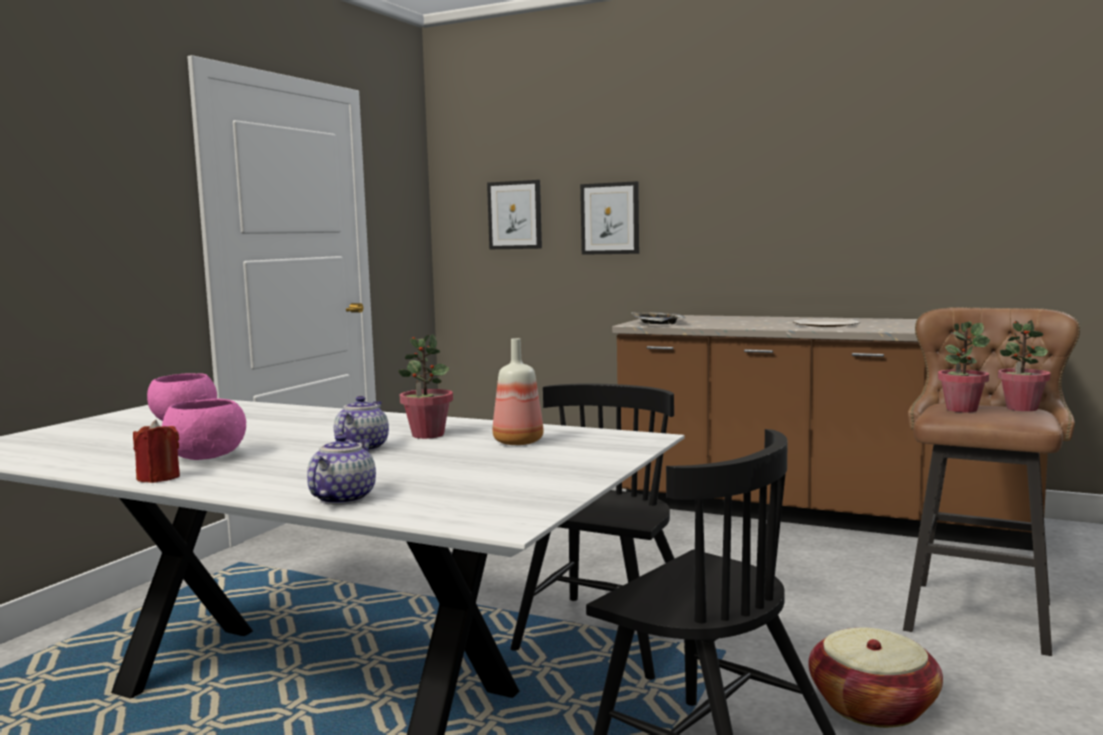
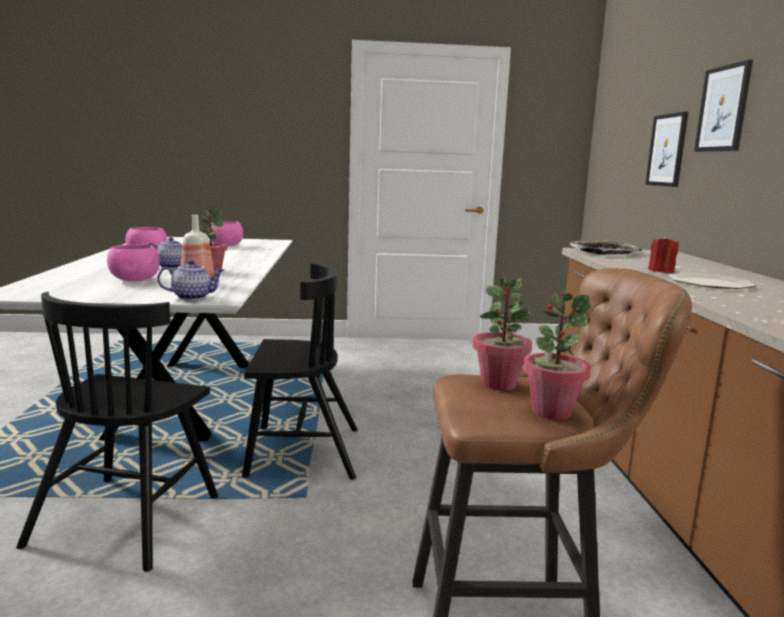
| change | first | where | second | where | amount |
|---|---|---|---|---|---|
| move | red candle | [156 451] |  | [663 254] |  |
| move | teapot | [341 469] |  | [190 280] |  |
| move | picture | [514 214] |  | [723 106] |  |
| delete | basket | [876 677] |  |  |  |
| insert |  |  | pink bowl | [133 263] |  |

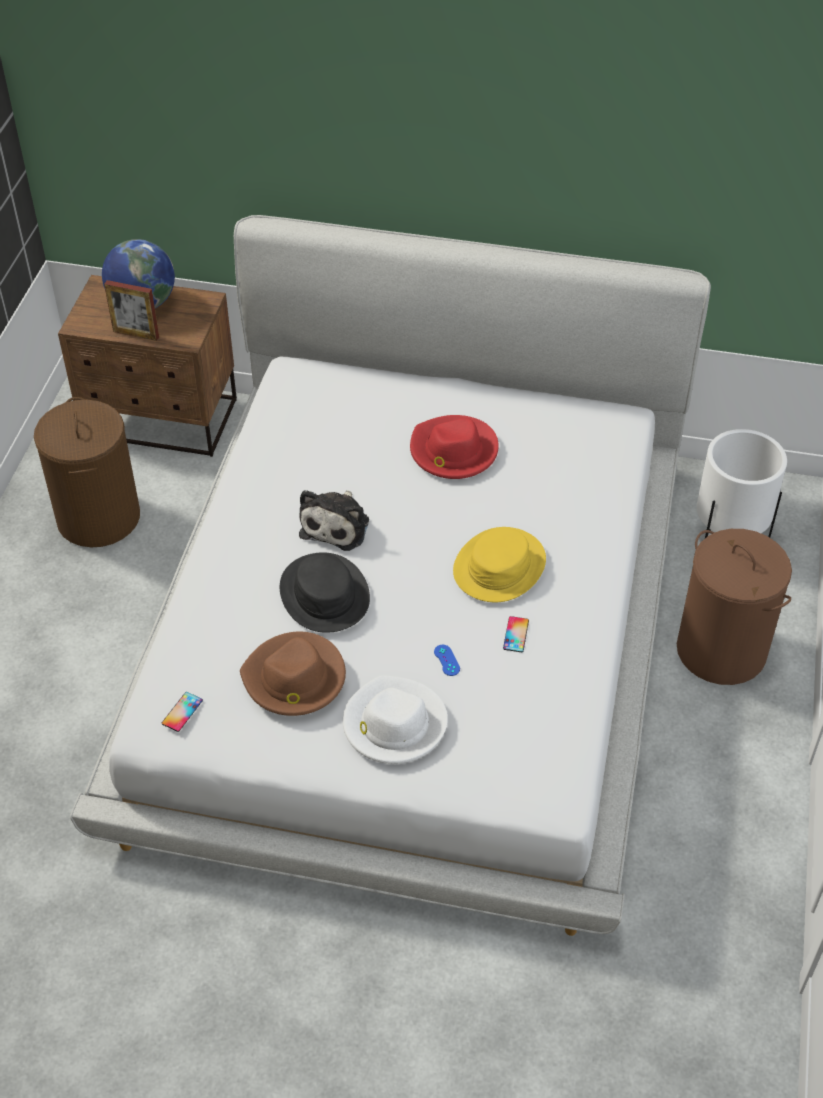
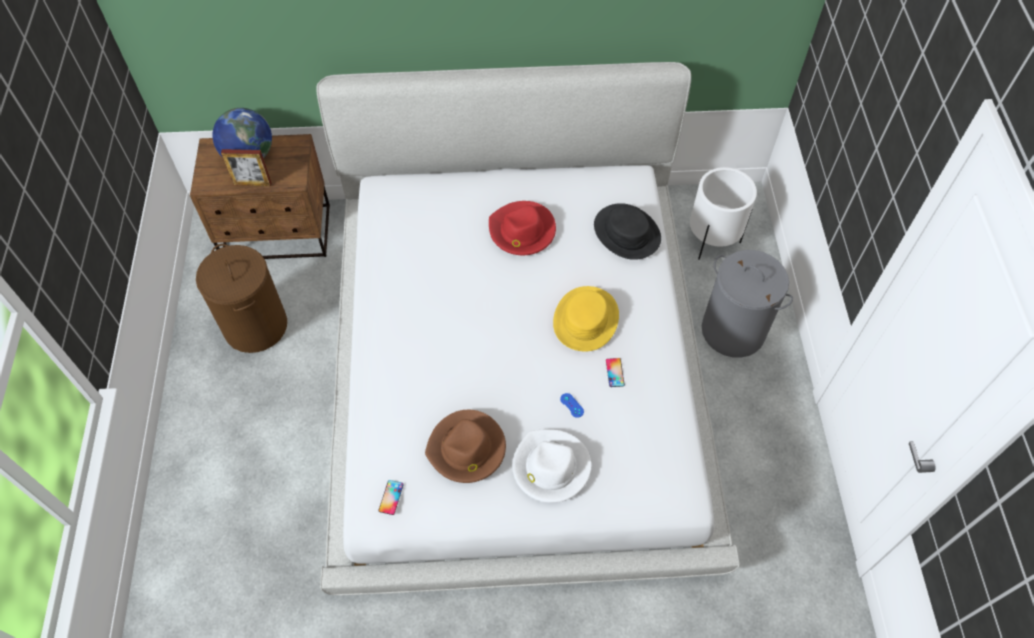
| change | first | where | second | where | amount |
|---|---|---|---|---|---|
| move | black hat | [325 593] |  | [627 231] |  |
| delete | plush toy | [334 520] |  |  |  |
| recolor | brown laundry basket | [734 607] | grey laundry basket | [747 304] |  |

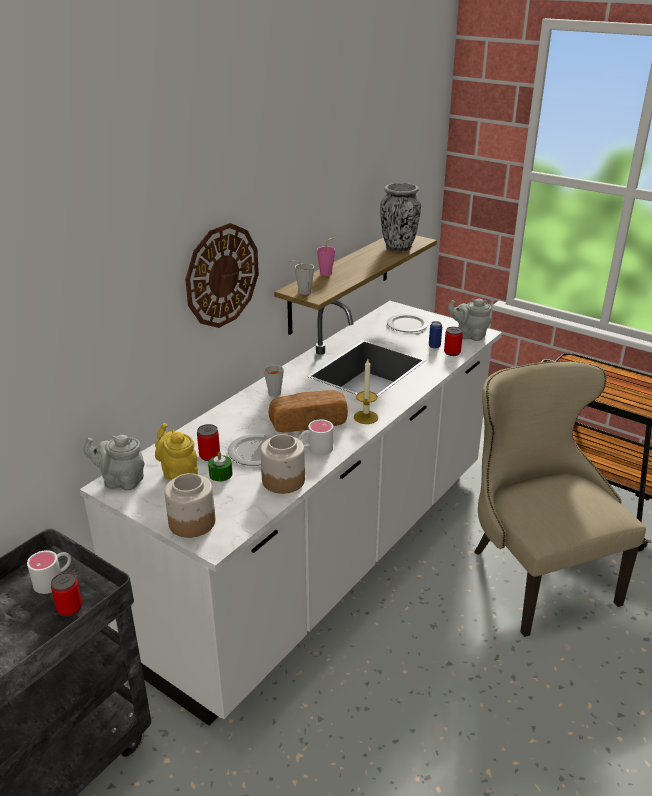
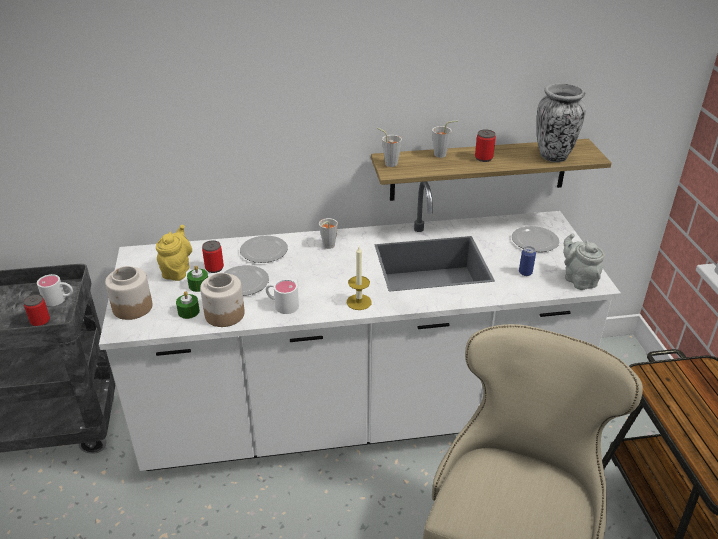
| change | first | where | second | where | amount |
|---|---|---|---|---|---|
| delete | grey teapot | [113 463] |  |  |  |
| delete | wall clock | [222 275] |  |  |  |
| delete | bread | [308 411] |  |  |  |
| recolor | pink cup | [326 256] | grey cup | [445 139] |  |
| move | can | [453 341] |  | [485 145] |  |
| insert |  |  | green candle | [188 305] |  |
| insert |  |  | plate | [264 249] |  |

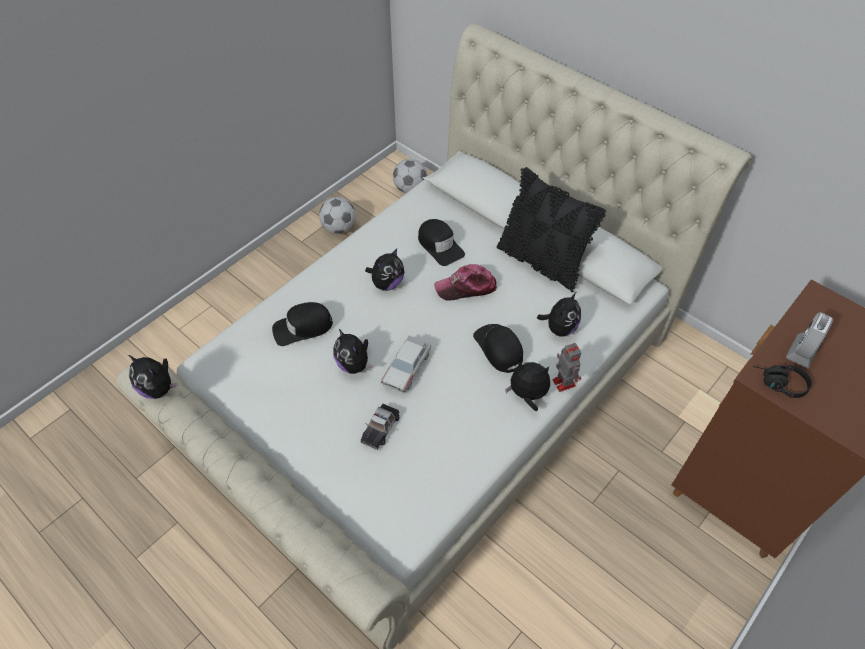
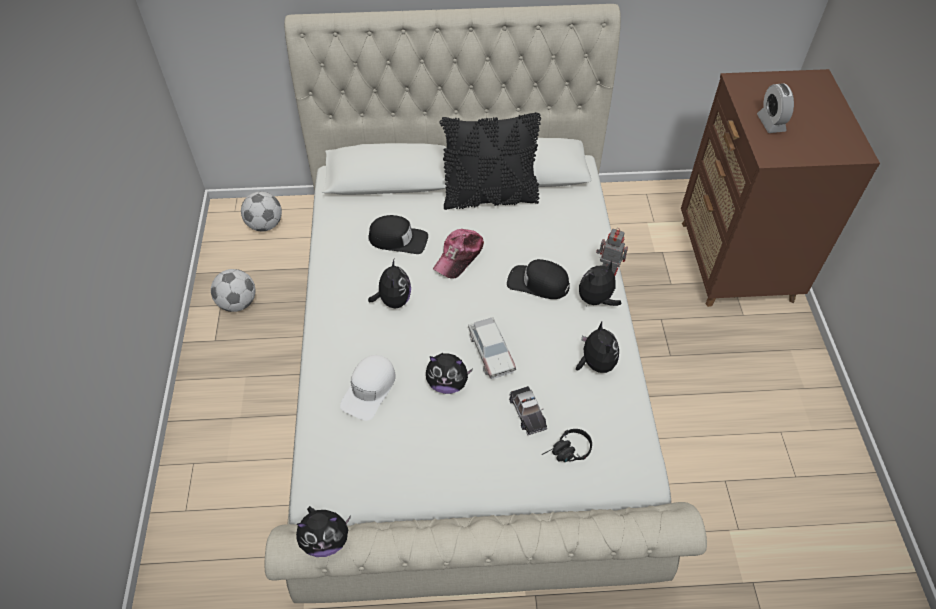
| change | first | where | second | where | amount |
|---|---|---|---|---|---|
| recolor | black cap | [302 324] | white cap | [368 388] |  |
| move | plush toy | [559 314] |  | [597 347] |  |
| move | black headphones | [782 381] |  | [567 445] |  |

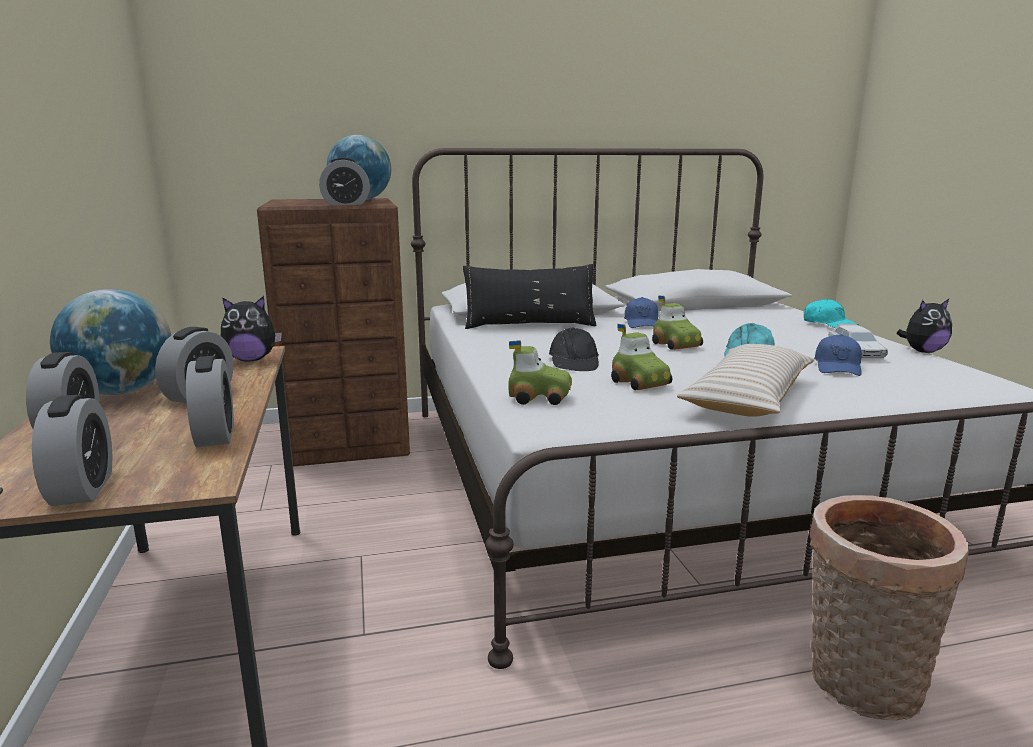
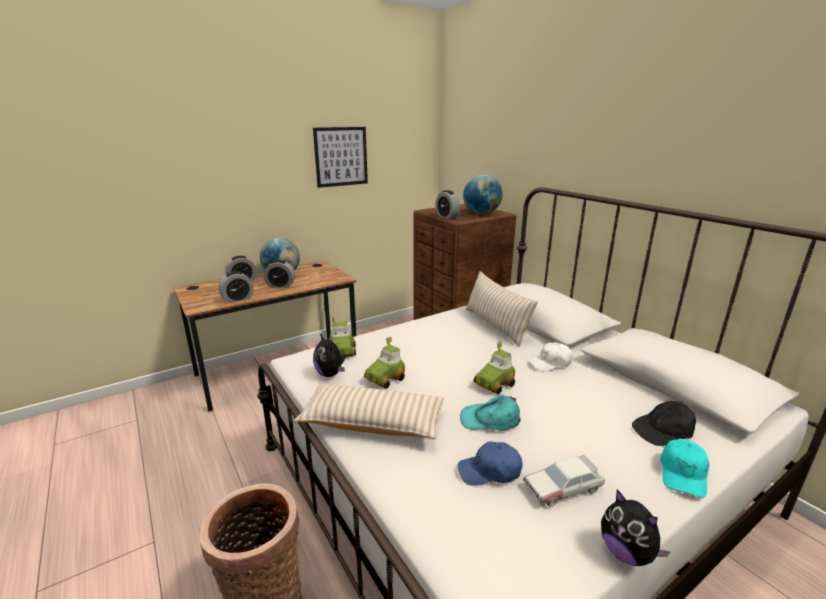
| change | first | where | second | where | amount |
|---|---|---|---|---|---|
| delete | alarm clock | [72 450] |  |  |  |
| move | plush toy | [251 328] |  | [329 355] |  |
| recolor | black pillow | [529 296] | beige pillow | [501 309] |  |
| move | black cap | [574 349] |  | [664 423] |  |
| recolor | blue cap | [641 312] | white cap | [551 357] |  |
| insert |  |  | picture | [340 157] |  |

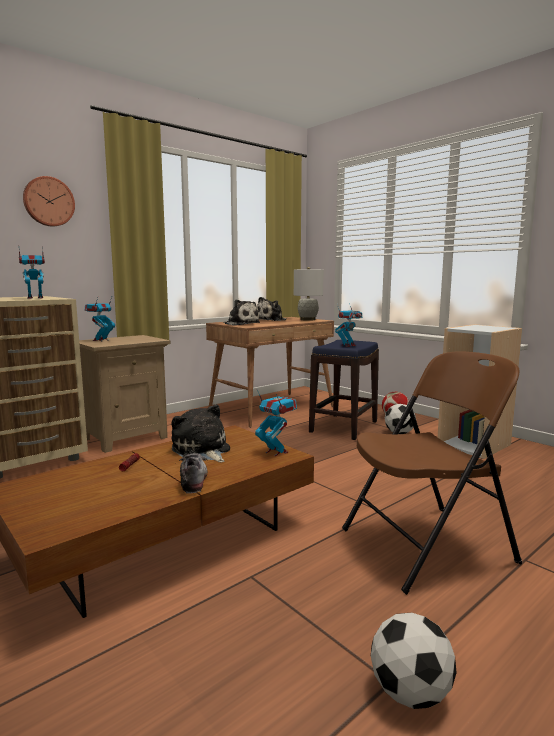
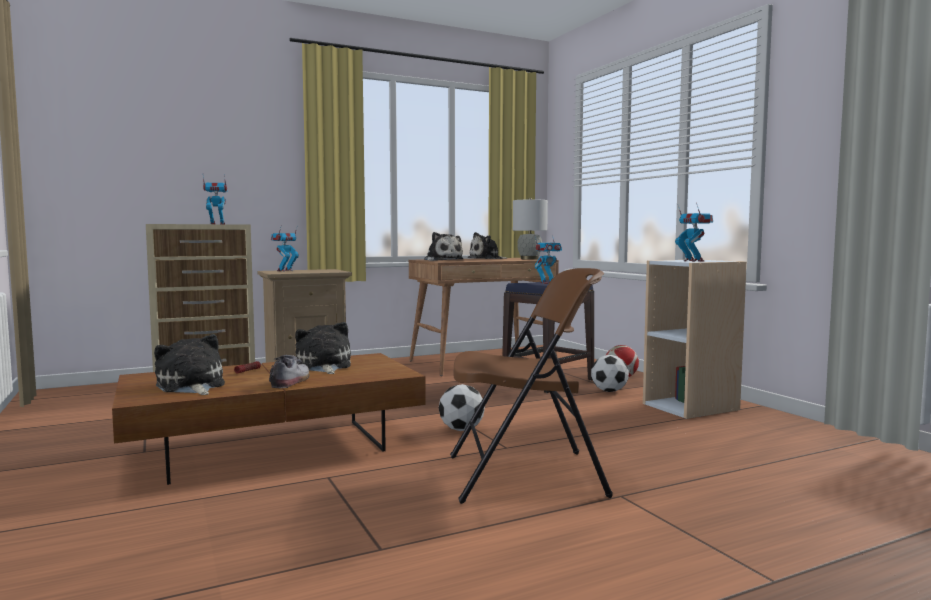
| change | first | where | second | where | amount |
|---|---|---|---|---|---|
| delete | wall clock | [49 201] |  |  |  |
| move | toy robot | [276 423] |  | [694 232] |  |
| move | football | [414 661] |  | [462 407] |  |
| insert |  |  | plush toy | [189 364] |  |

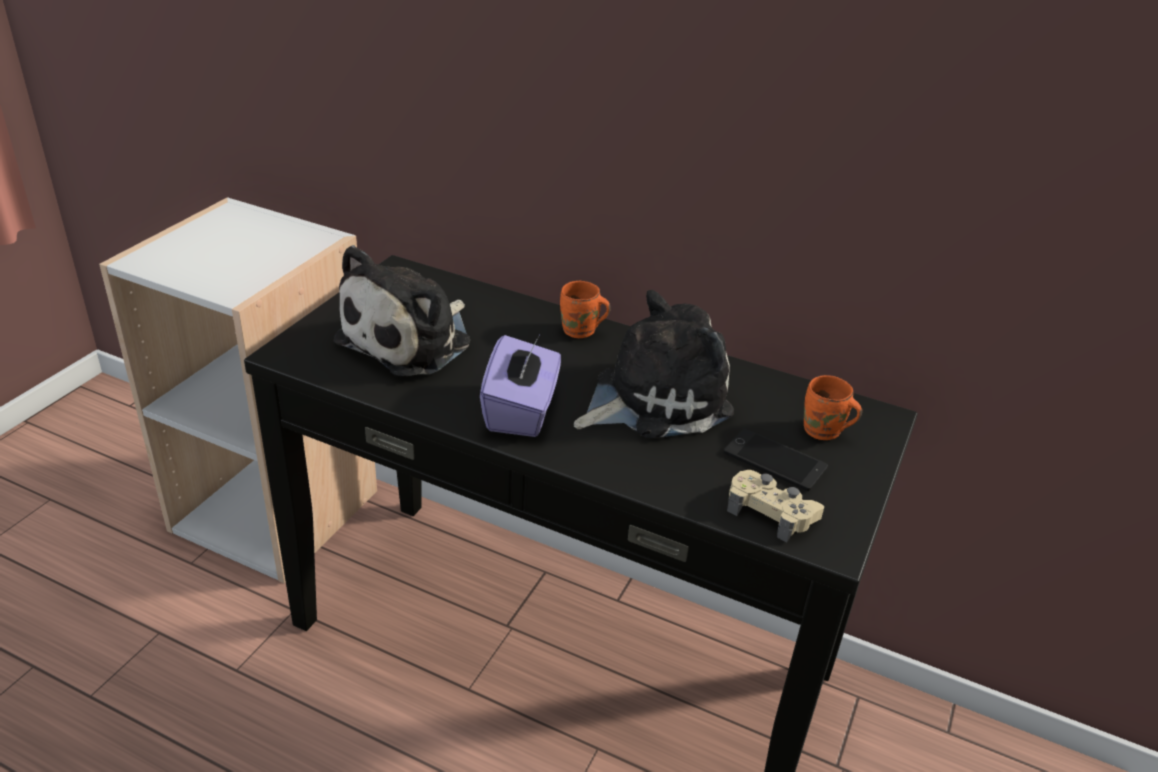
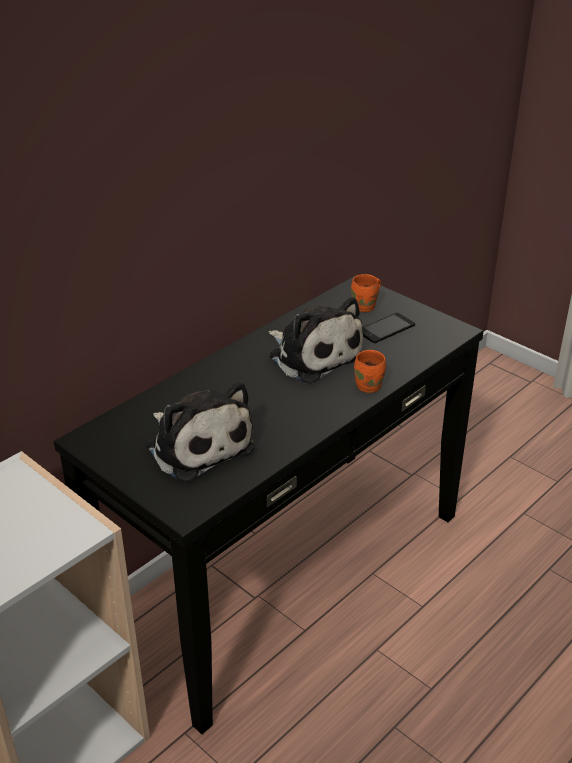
| change | first | where | second | where | amount |
|---|---|---|---|---|---|
| delete | purple tissue box | [520 386] |  |  |  |
| move | orange mug | [585 309] |  | [370 371] |  |
| rotate | plush toy | [654 364] |  | [316 340] | 150 degrees clockwise |
| delete | beige game controller | [775 506] |  |  |  |

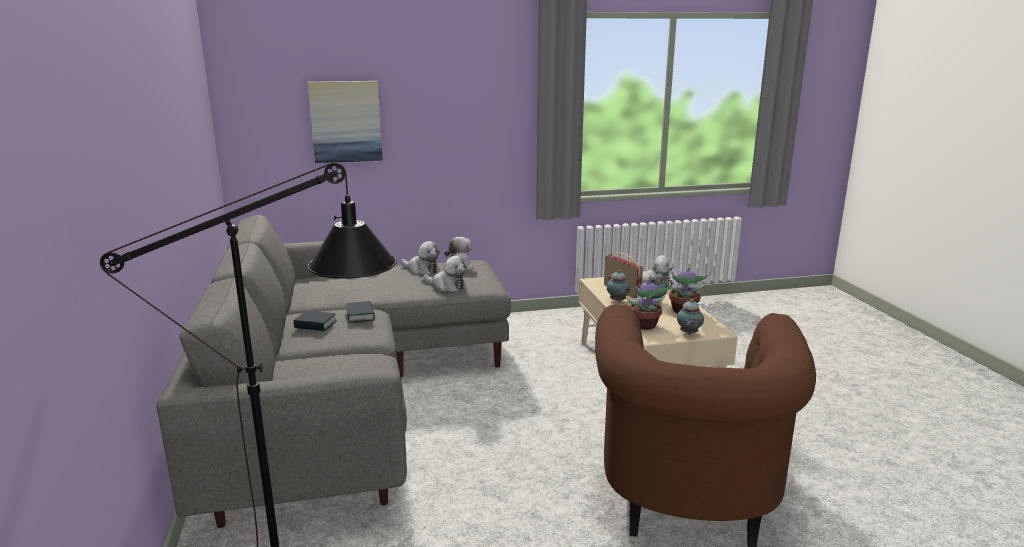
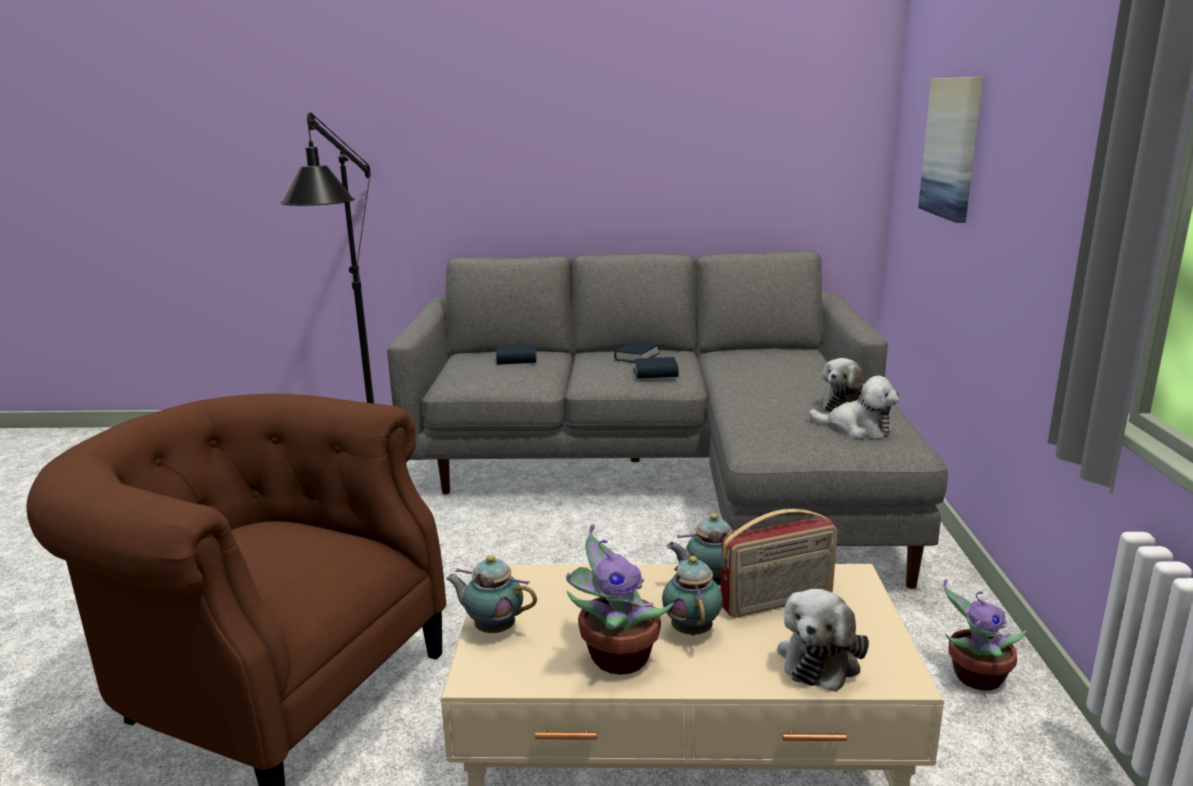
| change | first | where | second | where | amount |
|---|---|---|---|---|---|
| delete | plush toy | [445 274] |  |  |  |
| move | potted plant | [651 303] |  | [985 635] |  |
| insert |  |  | book | [516 355] |  |

